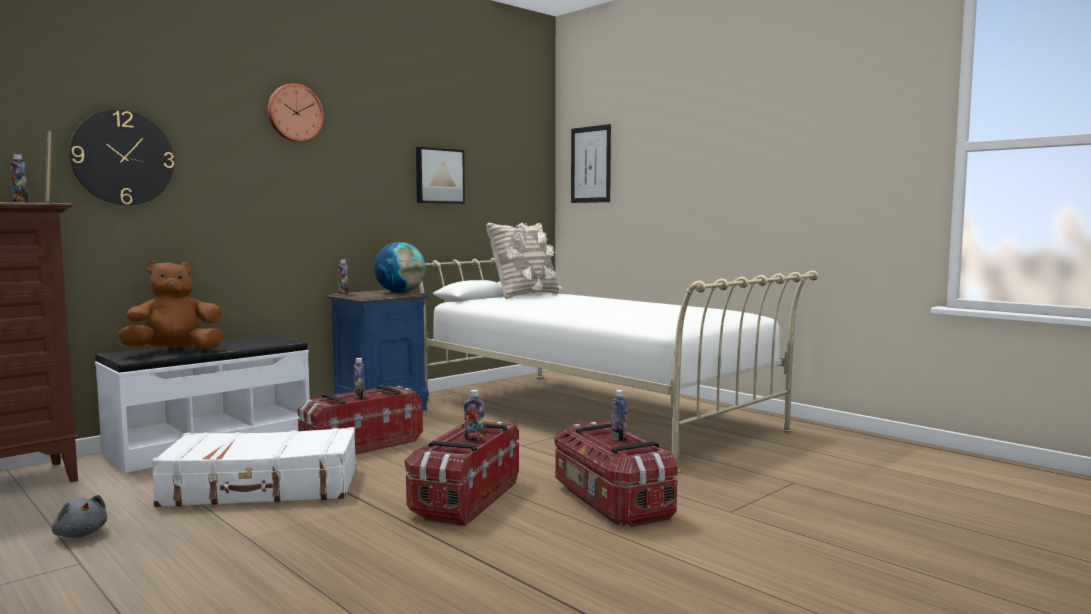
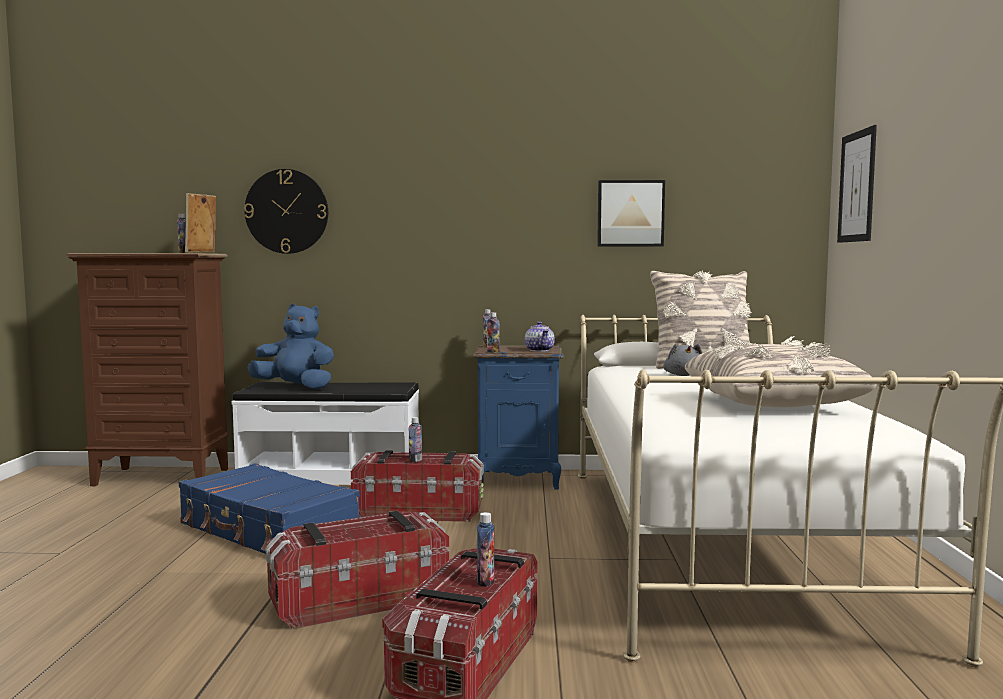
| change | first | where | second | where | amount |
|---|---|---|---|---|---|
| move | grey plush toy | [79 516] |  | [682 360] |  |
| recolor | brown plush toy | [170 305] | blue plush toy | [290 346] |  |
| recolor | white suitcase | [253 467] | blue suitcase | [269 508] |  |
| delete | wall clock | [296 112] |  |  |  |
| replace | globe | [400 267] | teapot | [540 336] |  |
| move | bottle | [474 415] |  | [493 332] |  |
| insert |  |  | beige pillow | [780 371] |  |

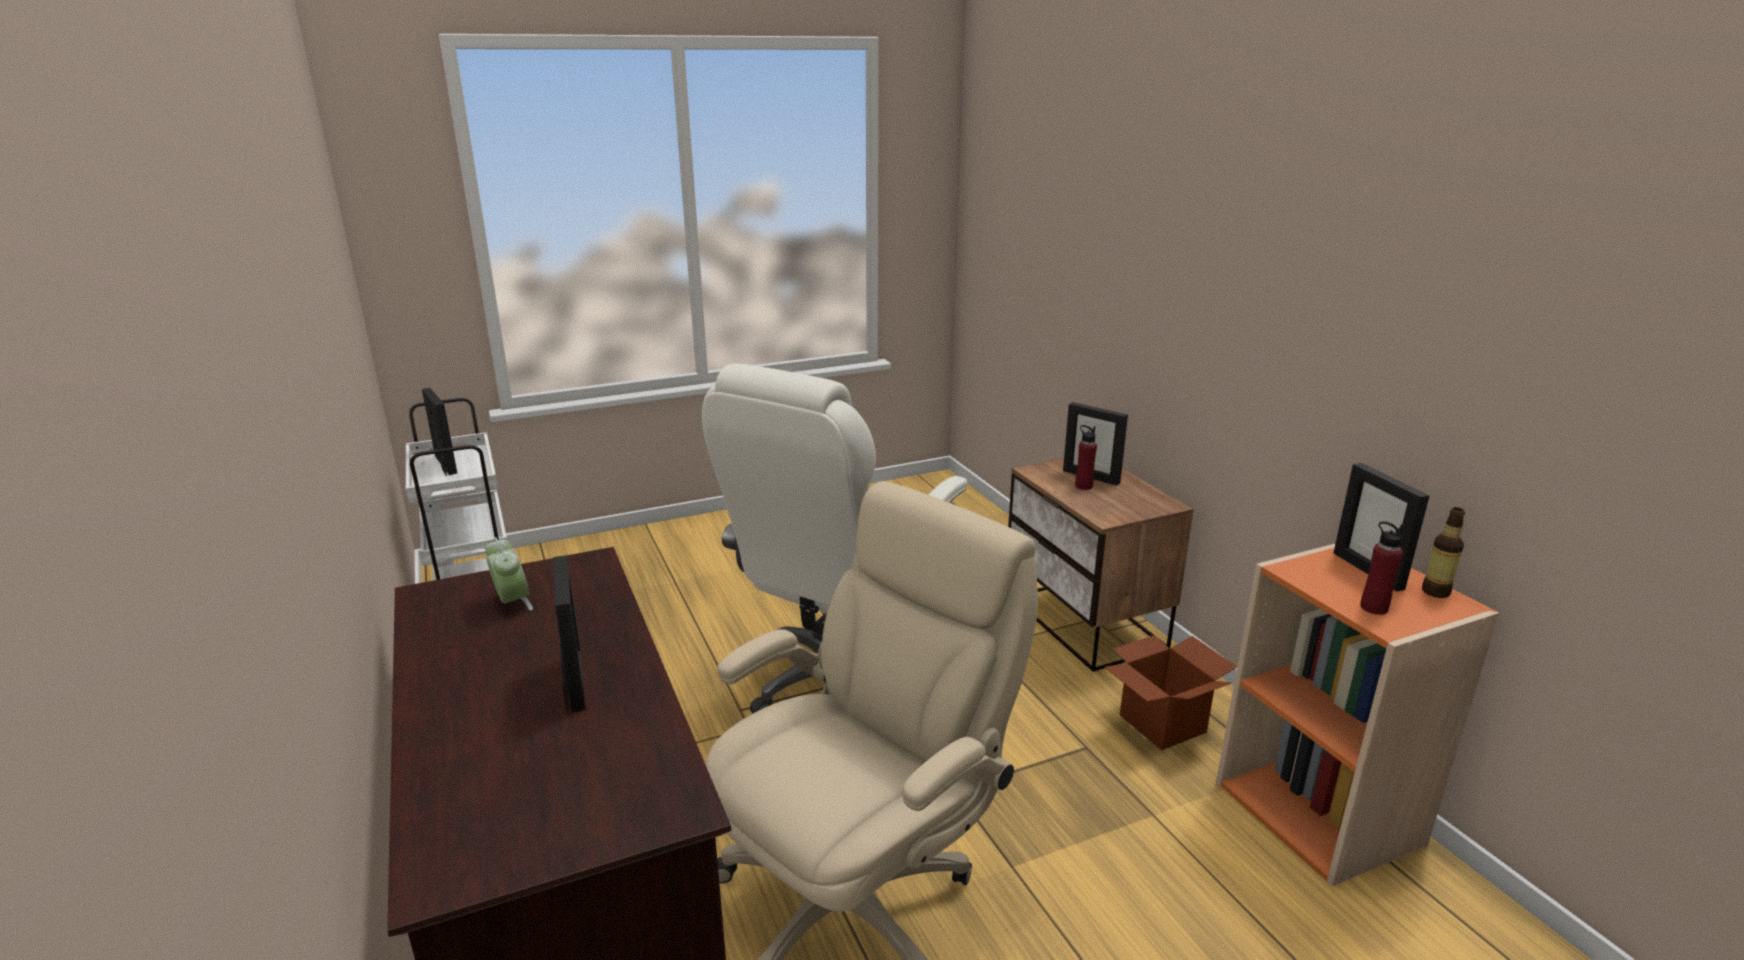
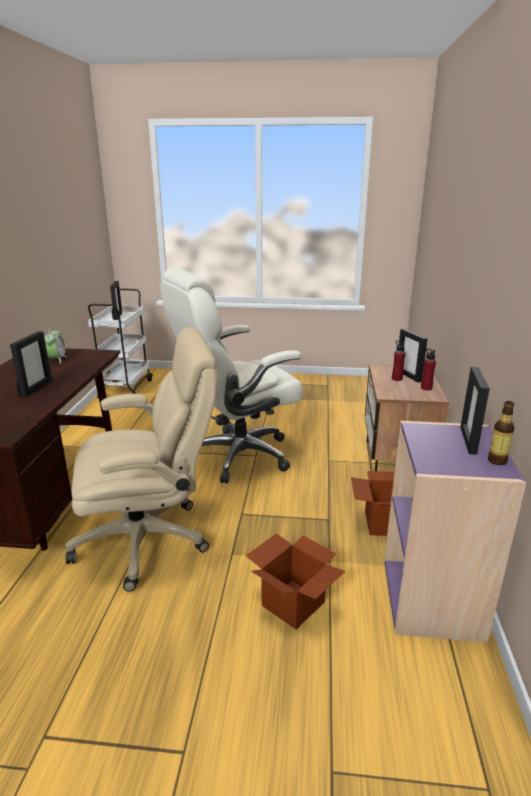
| change | first | where | second | where | amount |
|---|---|---|---|---|---|
| recolor | orange bookcase | [1357 714] | purple bookcase | [455 532] |  |
| move | red bottle | [1382 568] |  | [428 369] |  |
| insert |  |  | cardboard box | [295 581] |  |

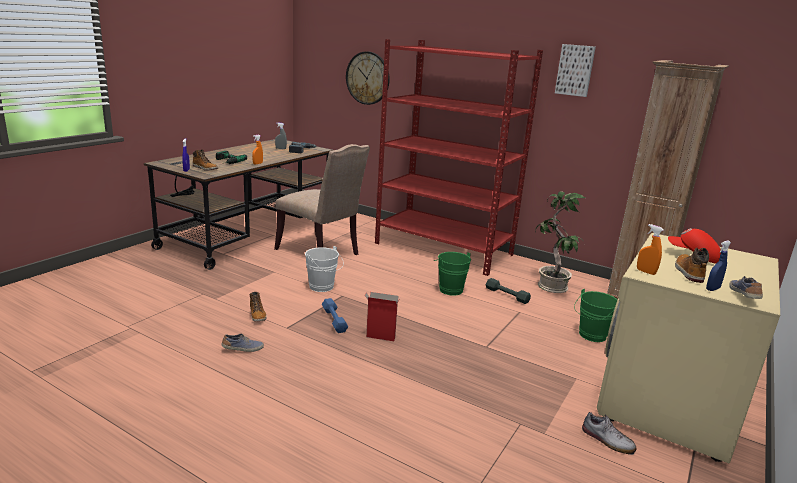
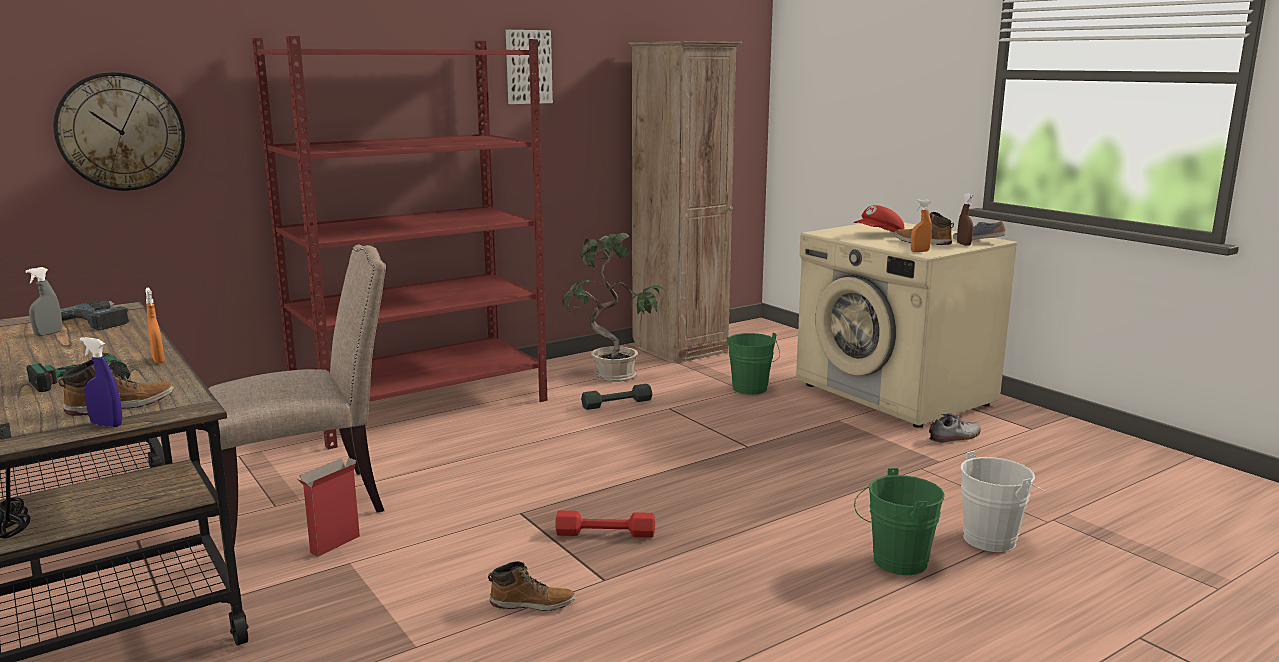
| change | first | where | second | where | amount |
|---|---|---|---|---|---|
| delete | shoe | [243 343] |  |  |  |
| move | white bucket | [324 269] |  | [1003 501] |  |
| recolor | blue dumbbell | [335 315] | red dumbbell | [605 524] |  |
| move | cardboard box | [382 316] |  | [328 507] |  |
| move | green bucket | [452 274] |  | [899 521] |  |
| recolor | blue spray bottle | [718 265] | brown spray bottle | [965 219] |  |

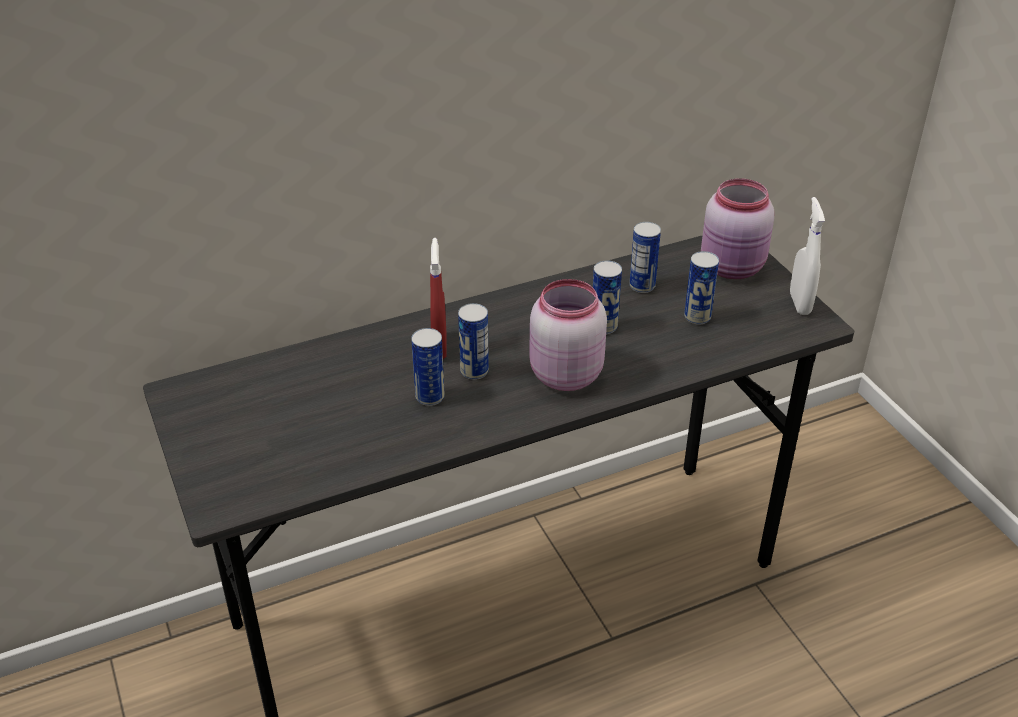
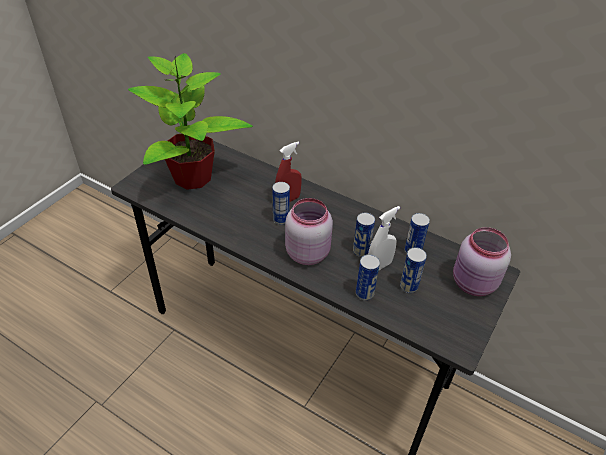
| change | first | where | second | where | amount |
|---|---|---|---|---|---|
| move | can | [428 367] |  | [368 277] |  |
| move | white spray bottle | [807 256] |  | [384 238] |  |
| insert |  |  | potted plant | [190 121] |  |

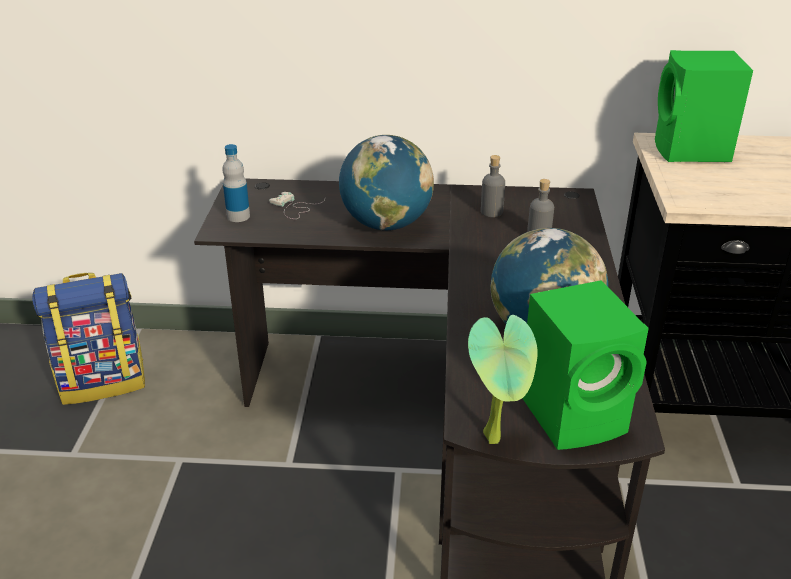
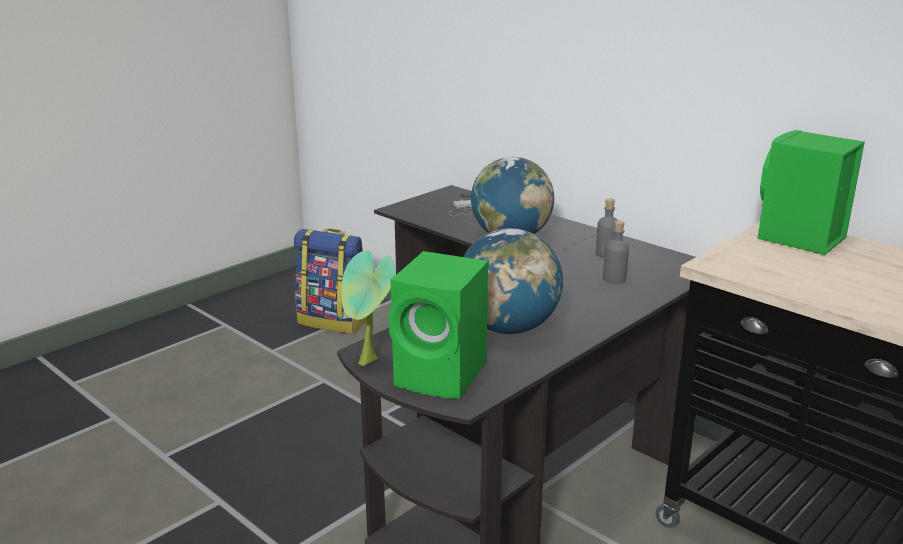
| change | first | where | second | where | amount |
|---|---|---|---|---|---|
| delete | bottle | [236 183] |  |  |  |

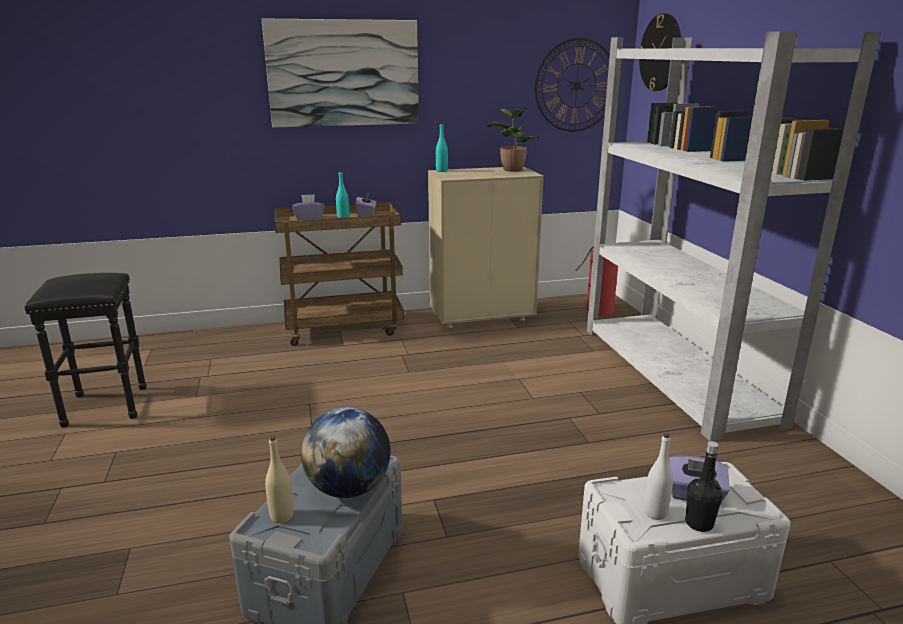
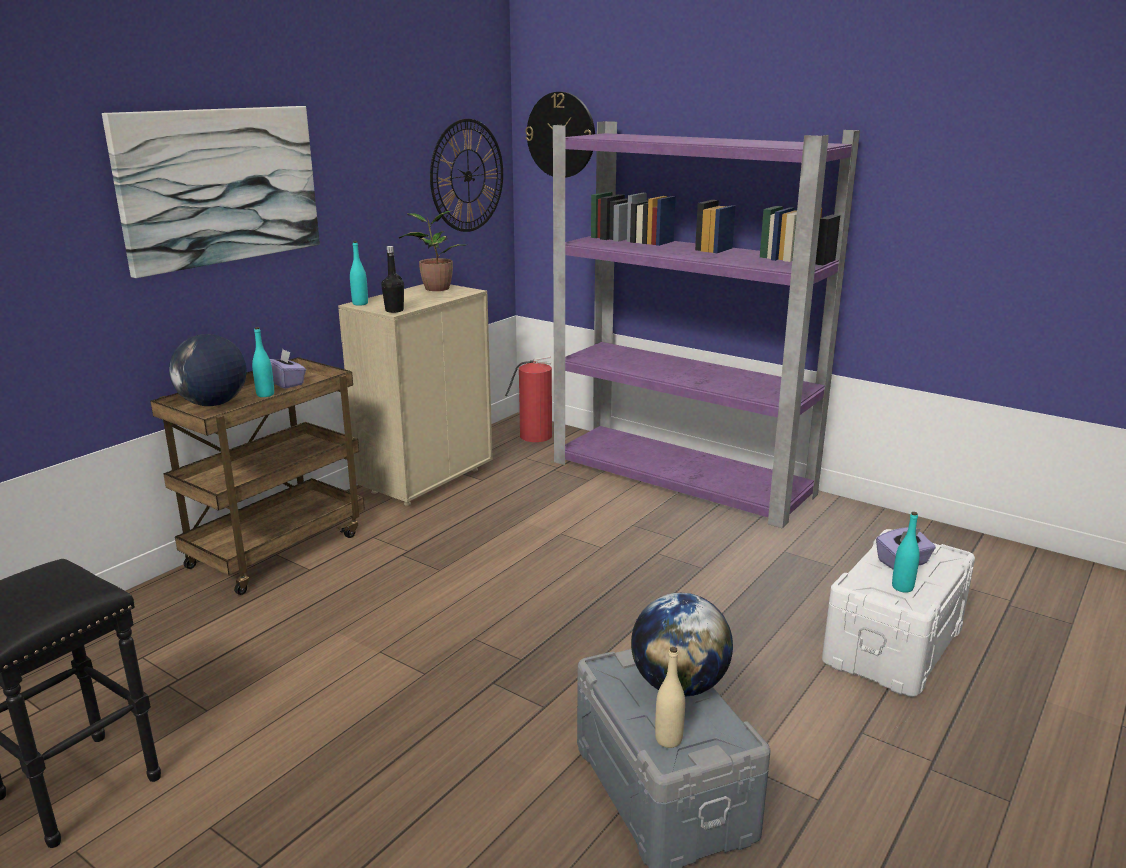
| change | first | where | second | where | amount |
|---|---|---|---|---|---|
| replace | purple tissue box | [308 207] | globe | [208 370] |  |
| recolor | white bookcase | [734 236] | purple bookcase | [706 324] |  |
| recolor | white bottle | [658 476] | turquoise bottle | [906 552] |  |
| move | black bottle | [703 486] |  | [392 279] |  |

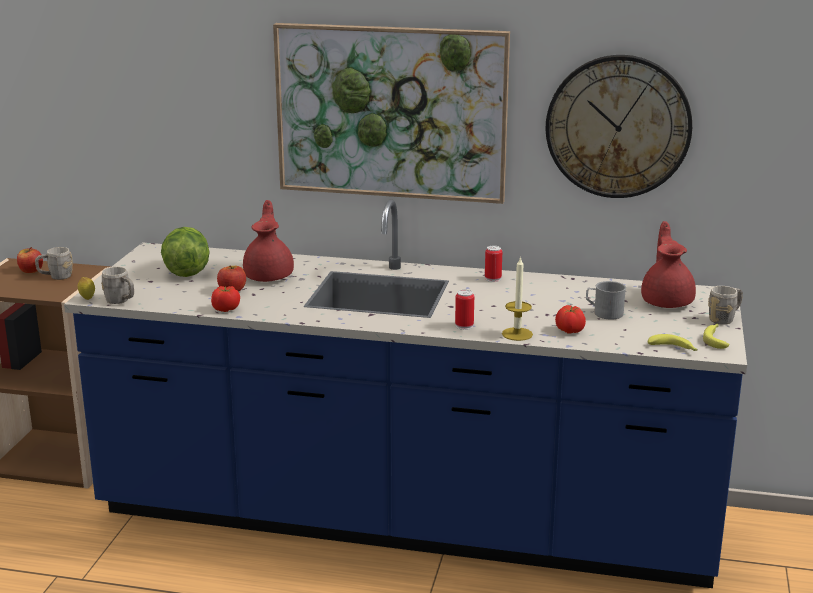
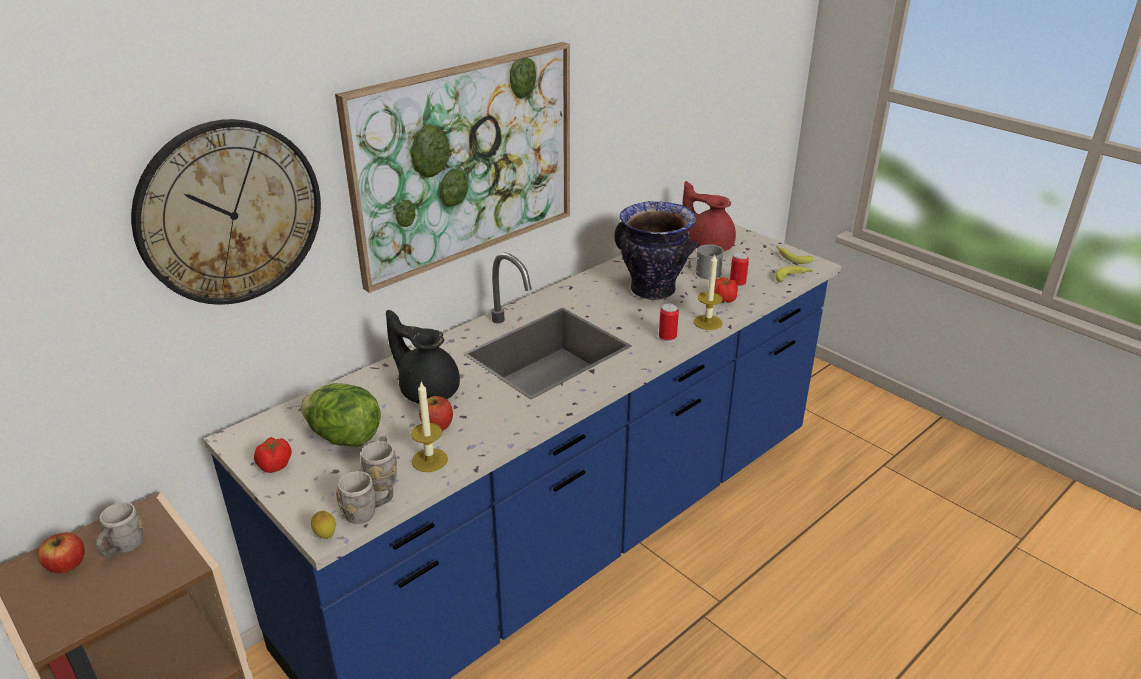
| change | first | where | second | where | amount |
|---|---|---|---|---|---|
| move | tomato | [225 299] |  | [273 455] |  |
| recolor | red teapot | [268 241] | black teapot | [423 357] |  |
| move | can | [493 263] |  | [739 270] |  |
| move | wall clock | [618 126] |  | [226 212] |  |
| move | grey mug | [725 305] |  | [379 463] |  |
| insert |  |  | candle | [429 427] |  |
| insert |  |  | vase | [656 250] |  |

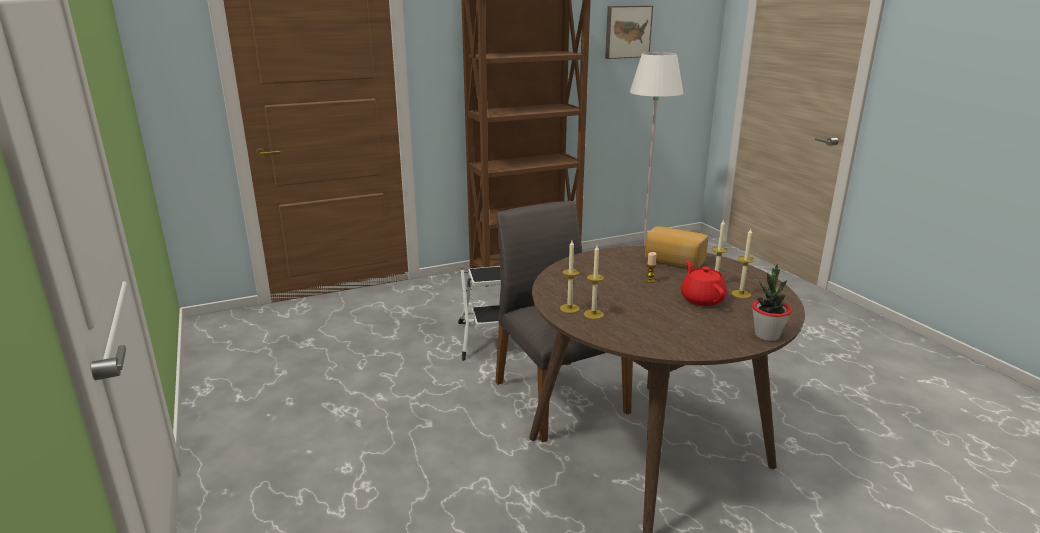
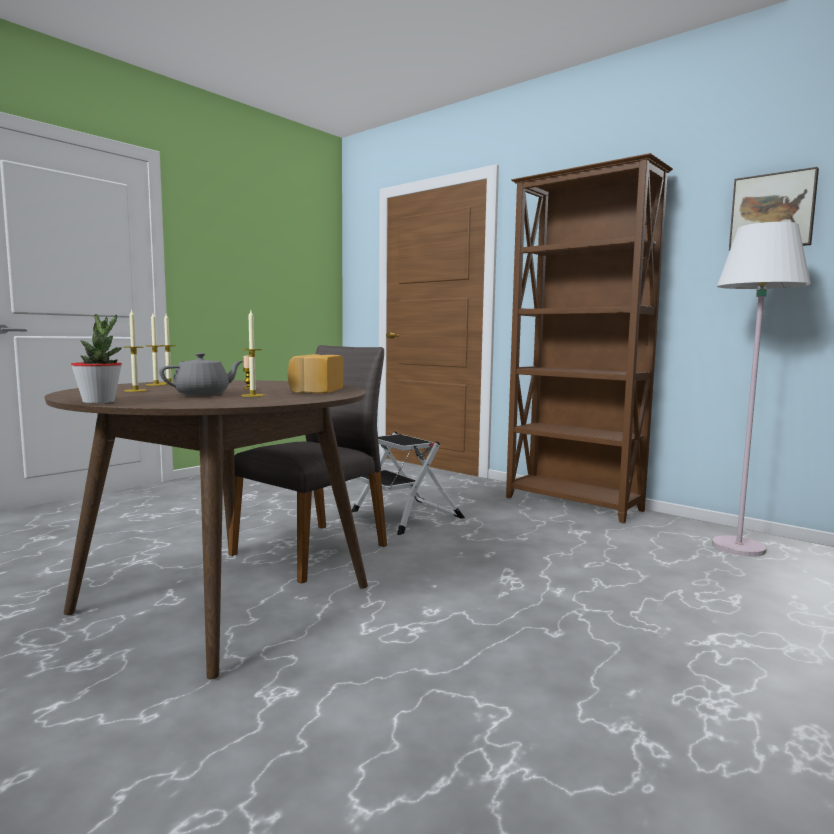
| change | first | where | second | where | amount |
|---|---|---|---|---|---|
| recolor | red teapot | [704 283] | grey teapot | [201 374] |  |
| move | candle | [743 263] |  | [135 351] |  |

